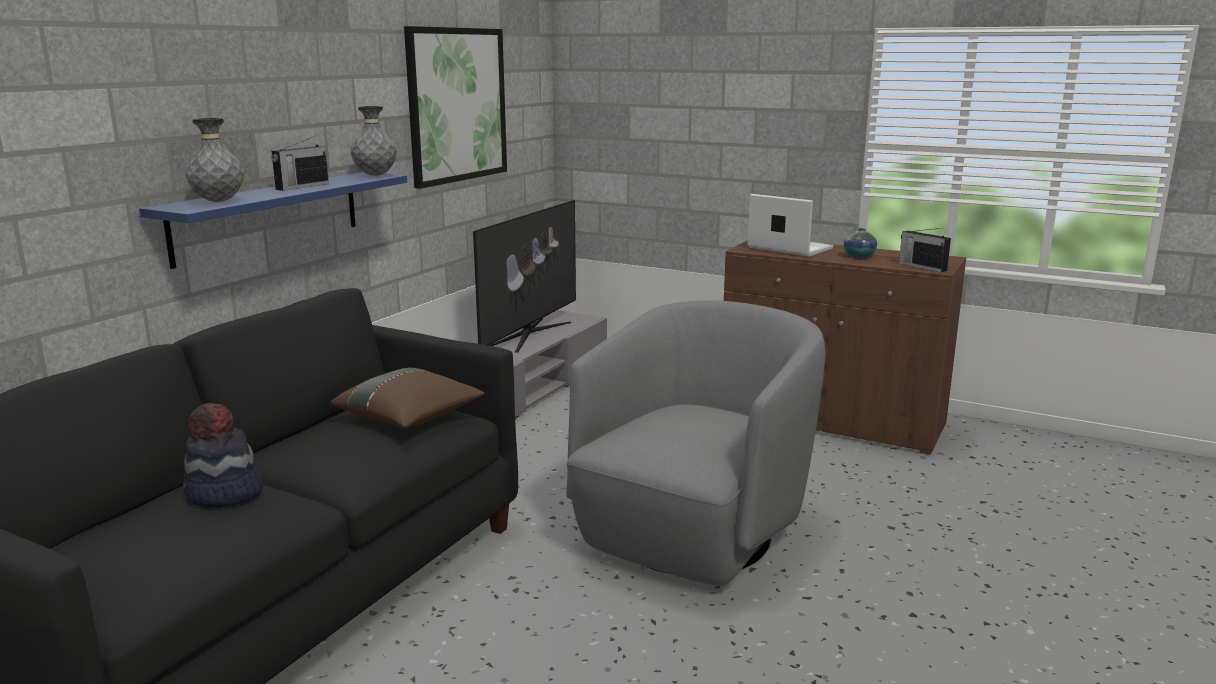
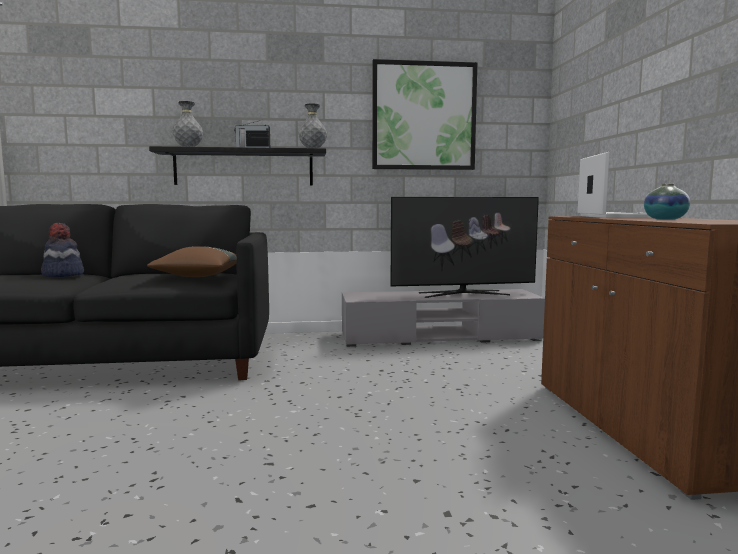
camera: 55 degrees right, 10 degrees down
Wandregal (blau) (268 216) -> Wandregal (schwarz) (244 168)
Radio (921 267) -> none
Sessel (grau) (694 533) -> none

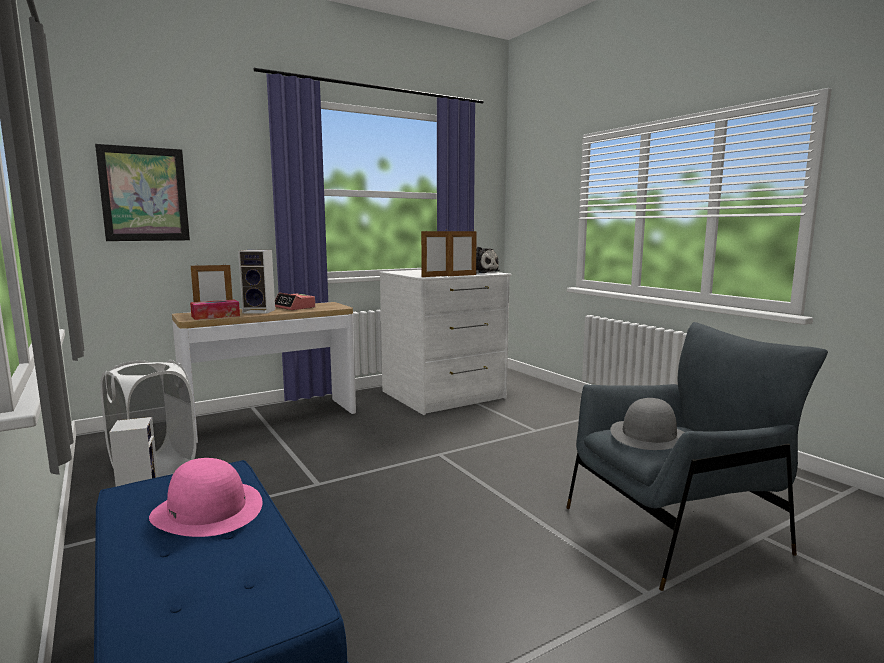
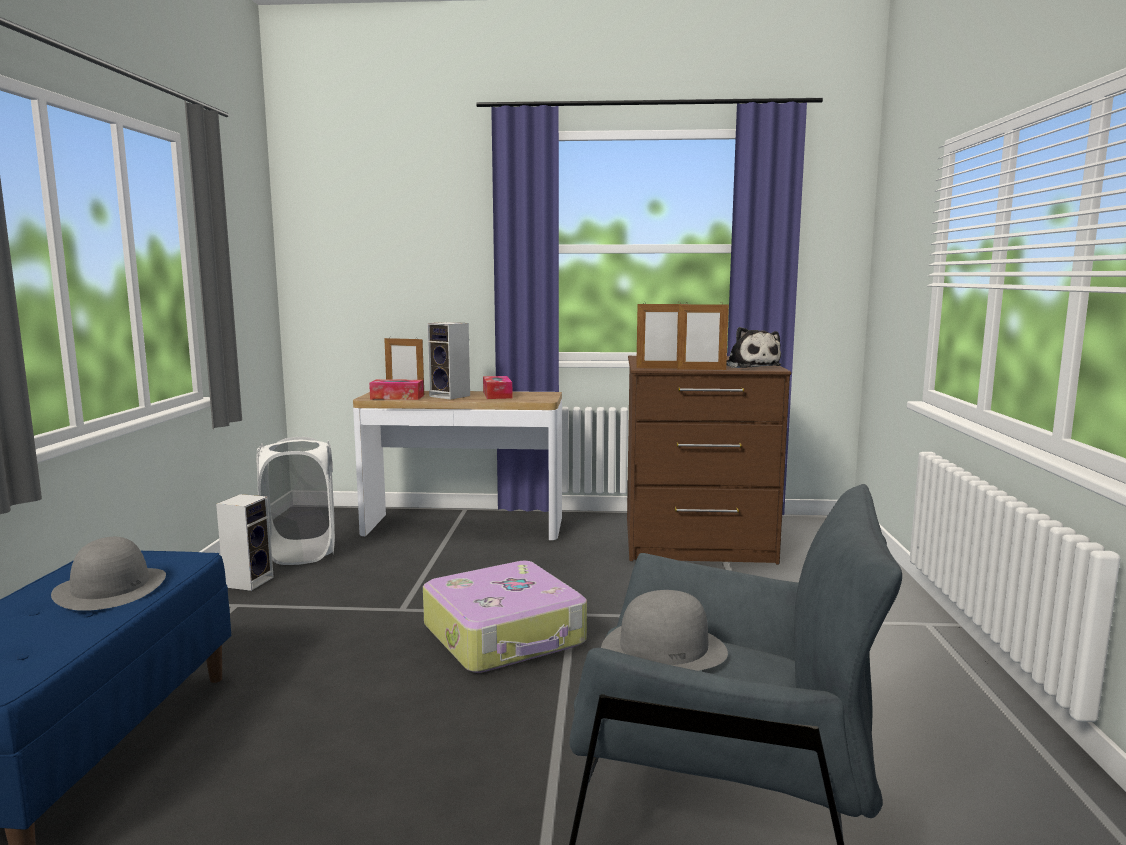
camera: 35 degrees right, 0 degrees up
Bild (144 194) -> none
Kommode (weiß) (444 395) -> Kommode (braun) (697 541)
Wecker (294 307) -> Taschentuchbox (497 395)
Hut (rosa) (208 510) -> Hut (grau) (111 588)
none -> Koffer (505 635)

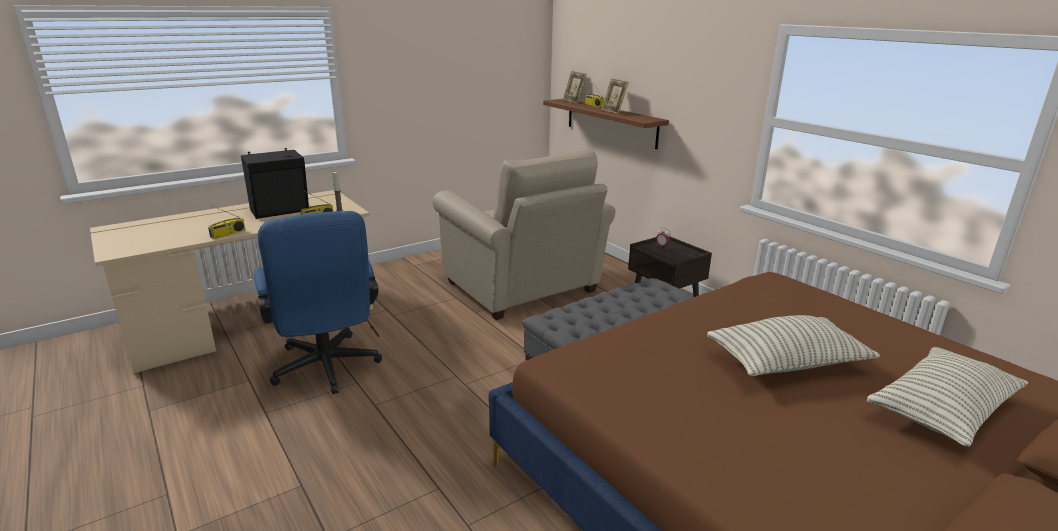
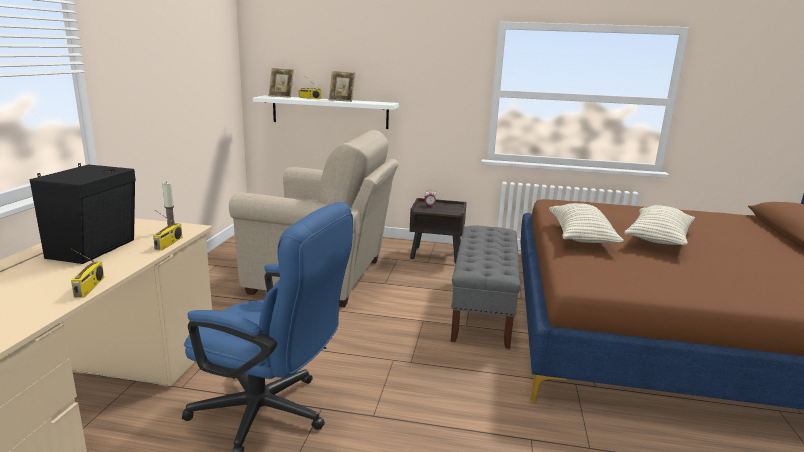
camera: 45 degrees left, 5 degrees down
Wandregal (braun) (611 122) -> Wandregal (weiß) (330 112)
Kissen (942 411) -> Kissen (580 237), moved

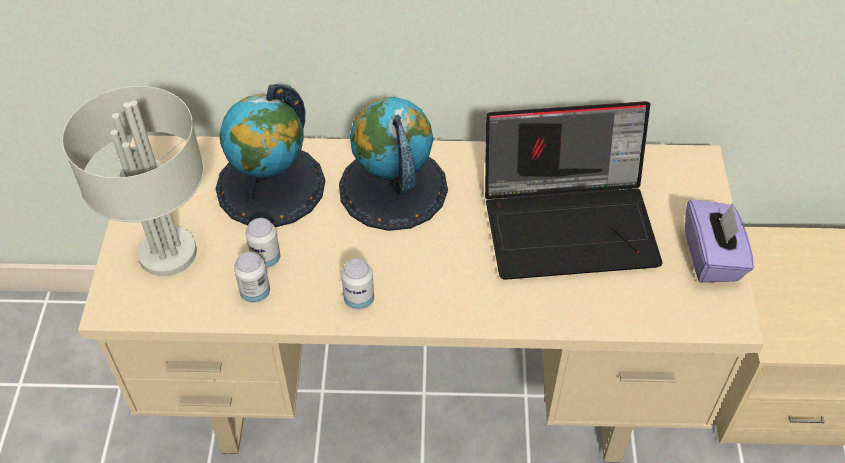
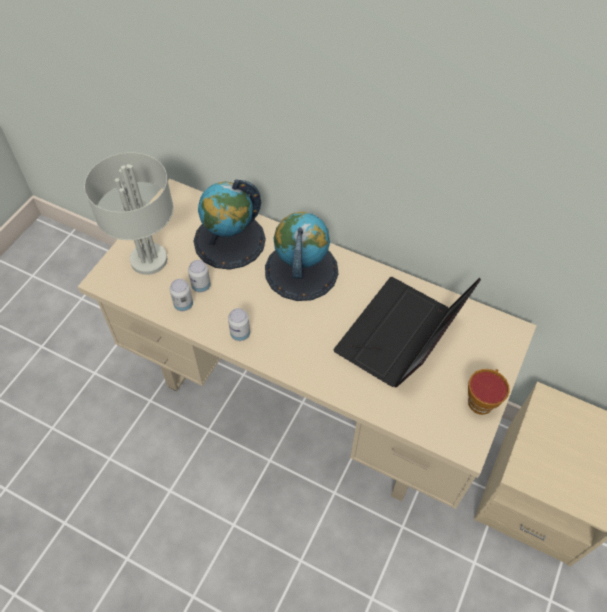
camera: 25 degrees right, 5 degrees up
Laptop (571 222) -> Laptop (400 338), 105 degrees clockwise
Taschentuchbox (lila) (712 257) -> Tasse (481 400)

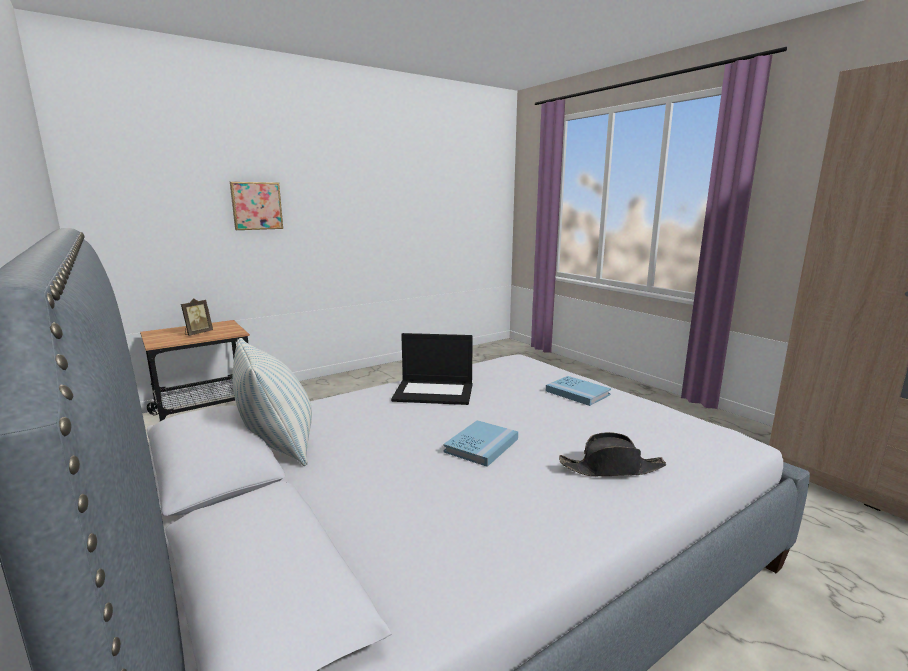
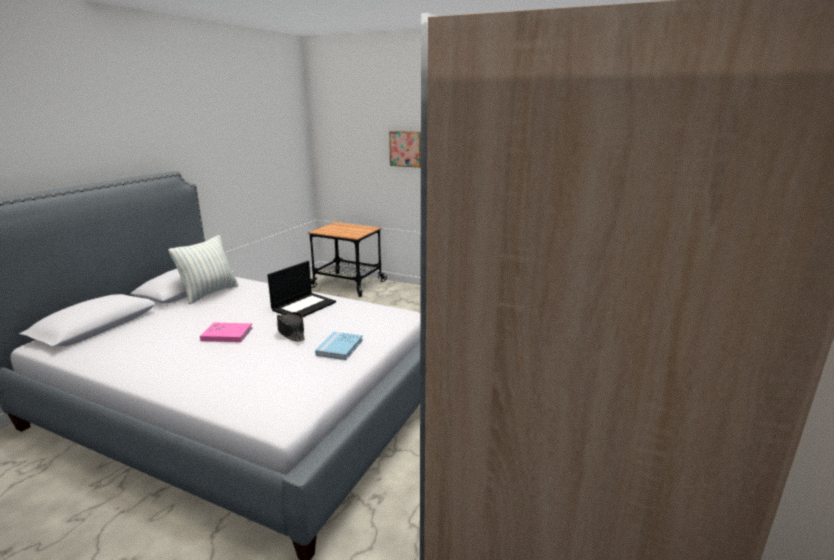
camera: 60 degrees right, 5 degrees up
Bilderrahmen (198 333) -> none
Laptop (434 392) -> Laptop (304 306), 120 degrees counterclockwise
Buch (blau) (481 445) -> Buch (rosa) (227 334)
Hut (schwarz) (612 468) -> Hut (schwarz) (291 332), moved

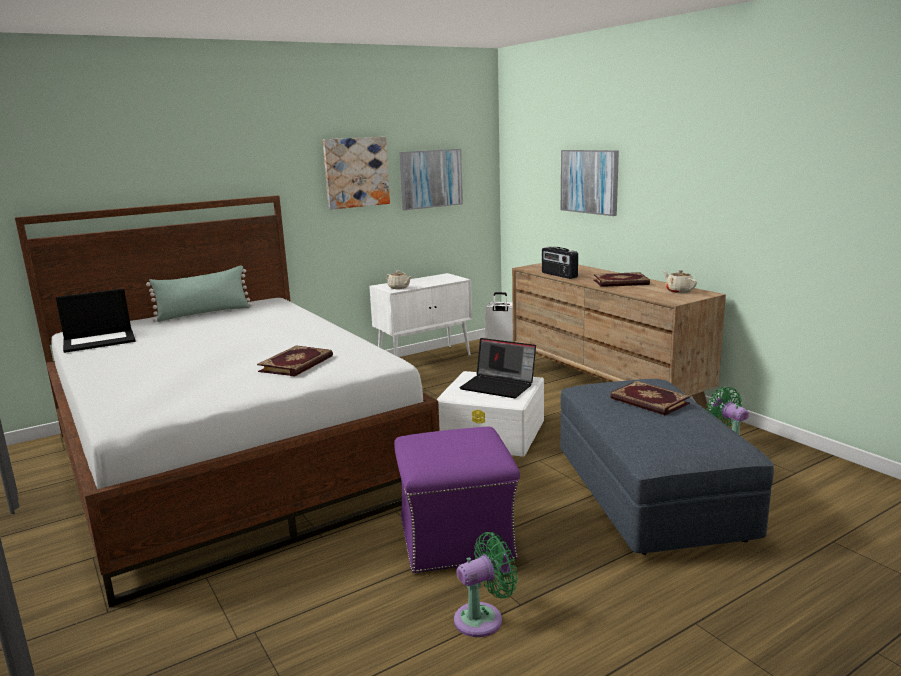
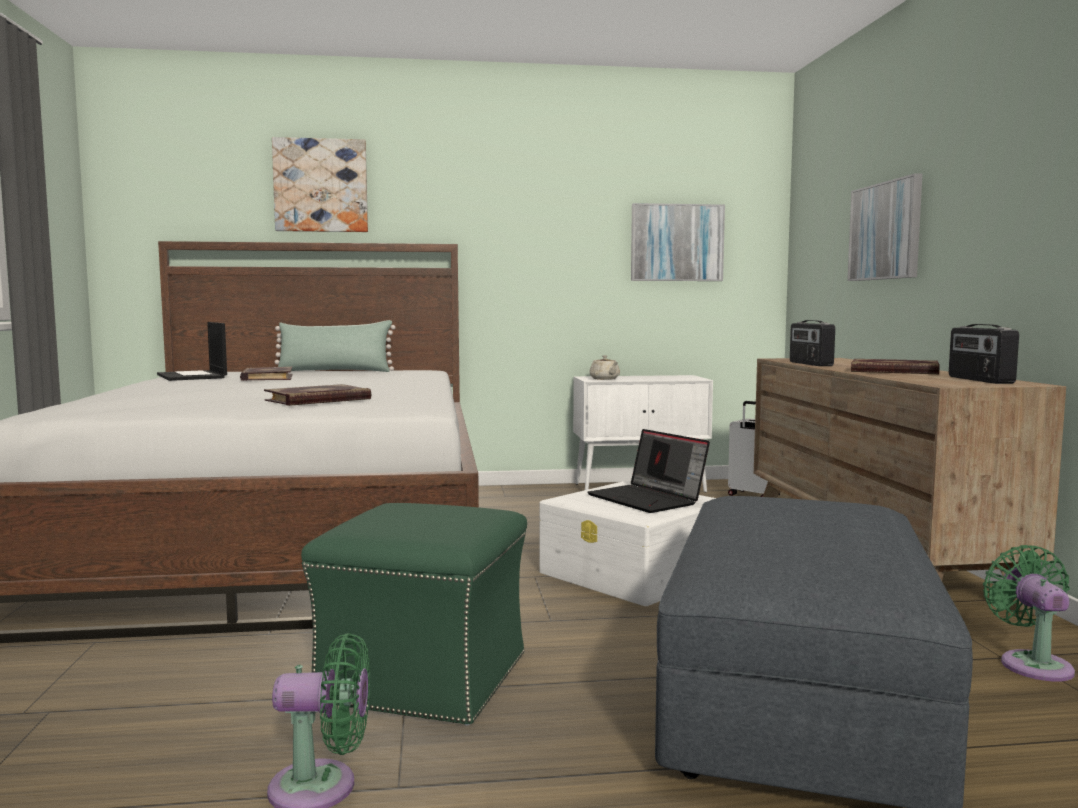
camera: 25 degrees right, 10 degrees down
Bild (356 172) -> Bild (321 185), moved
Teekanne (beige) (678 291) -> Radio (979 380)
Laptop (100 341) -> Laptop (193 376), 60 degrees clockwise
Buch (649 401) -> Buch (266 377), moved
Polsterhocker (lila) (457 538) -> Polsterhocker (grün) (426 678)

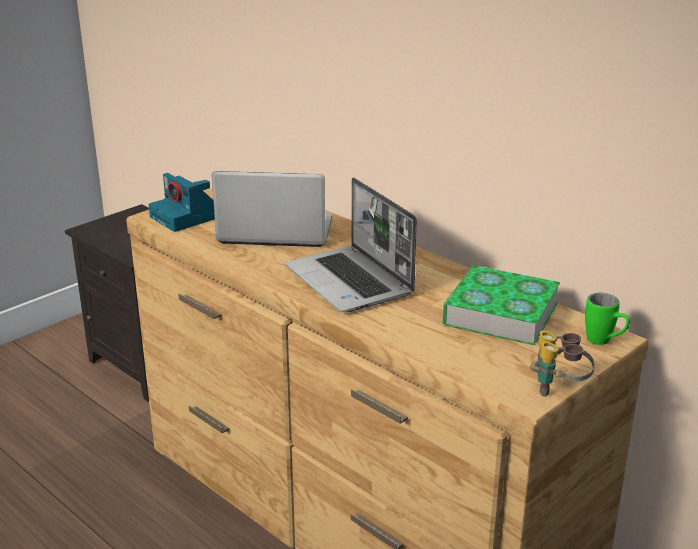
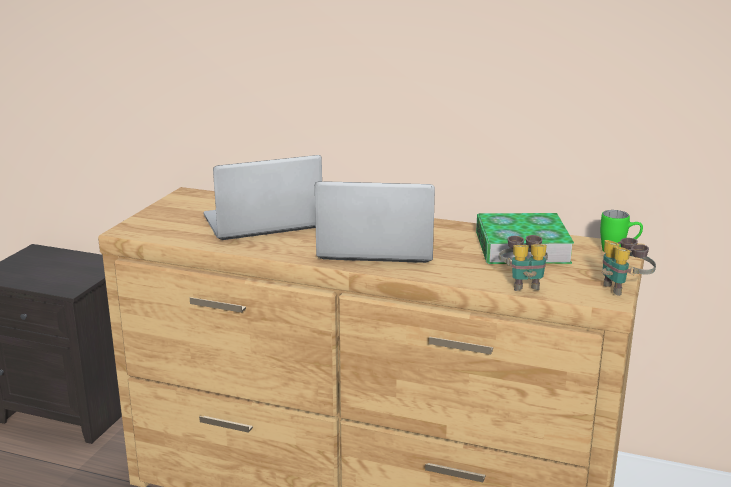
camera: 25 degrees left, 5 degrees down
Kamera (185 218) -> none
Laptop (350 282) -> Laptop (374 248), 150 degrees clockwise
none -> Fernglas (523 284)

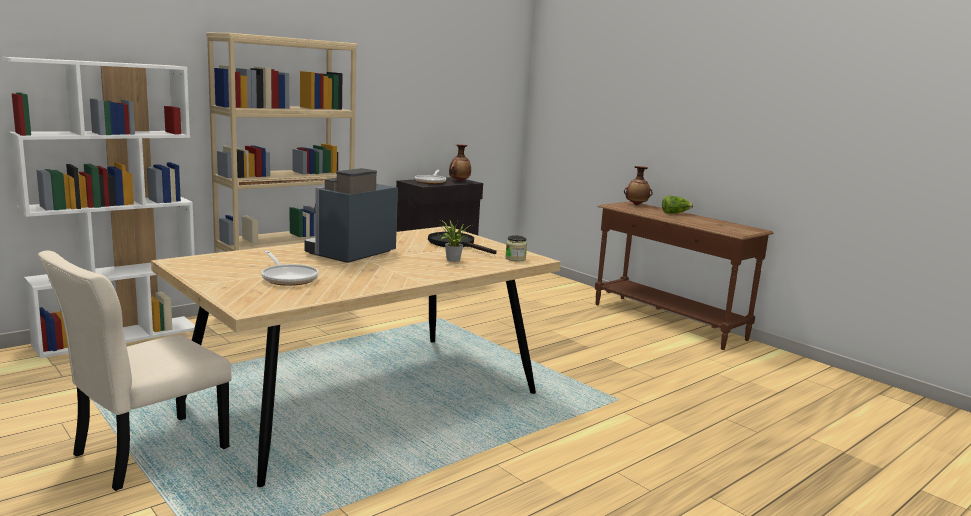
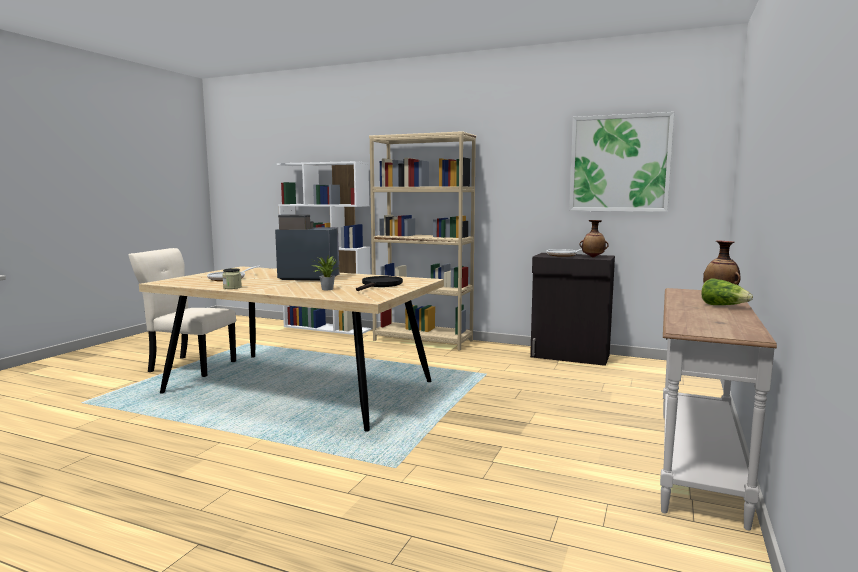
camera: 65 degrees right, 5 degrees down
Konsolentisch (braun) (666 321) -> Konsolentisch (weiß) (695 462)
Vorratsglas (515 259) -> Vorratsglas (232 287), moved
none -> Bild (619 163)

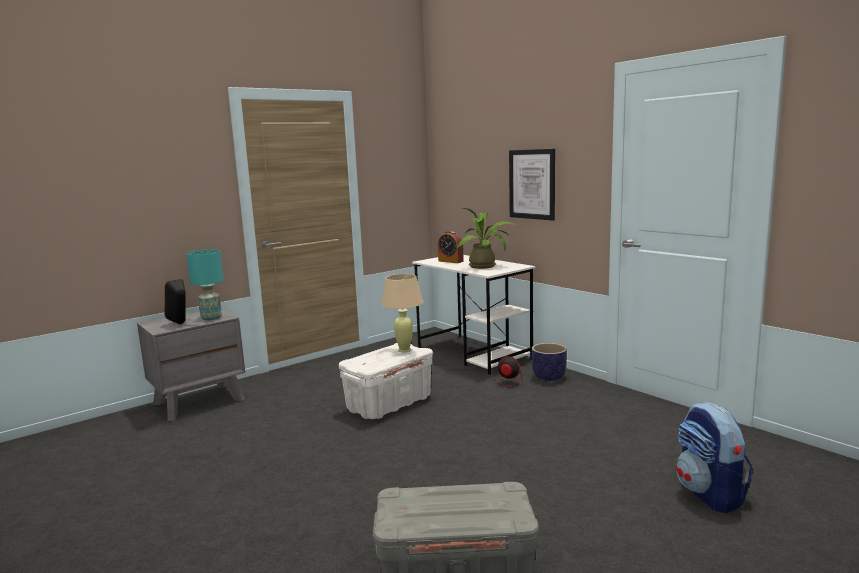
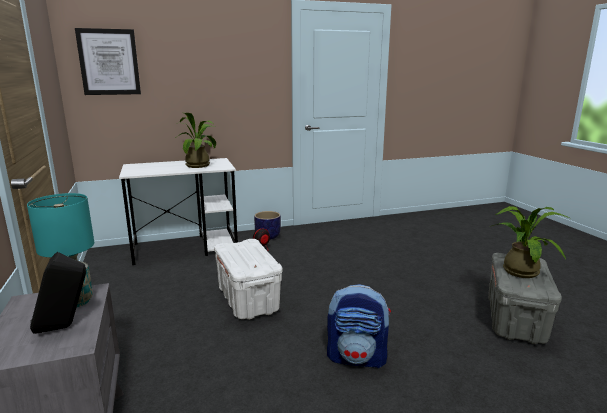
camera: 70 degrees left, 5 degrees up
Bild (532 184) -> Bild (109 62), moved
Wecker (450 261) -> none
Tischlampe (beige) (404 350) -> none
Rucksack (710 494) -> Rucksack (357 358), moved
none -> Topfpflanze (519 269)

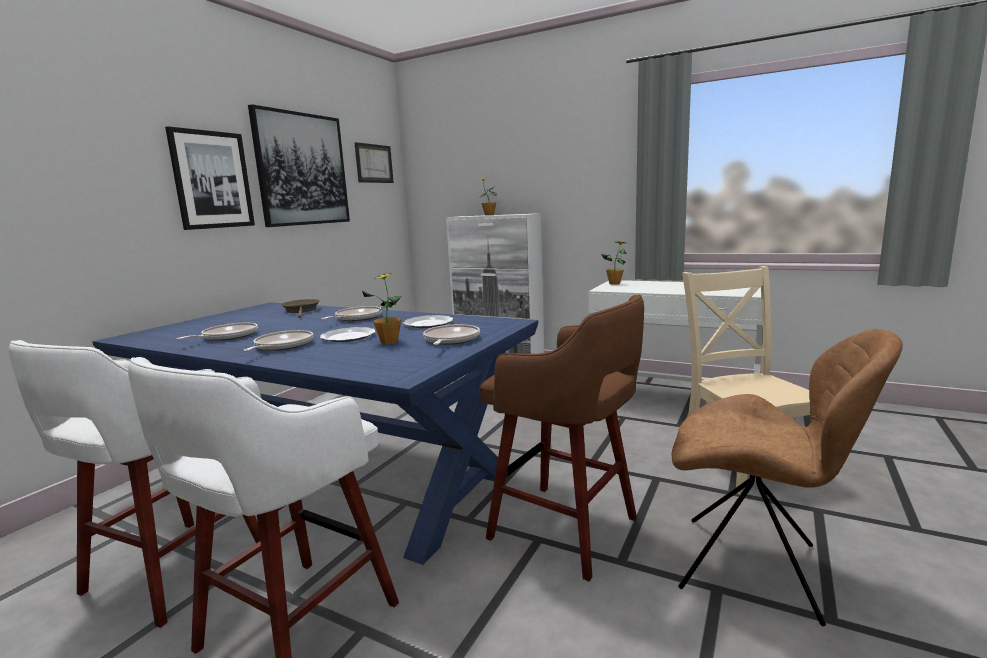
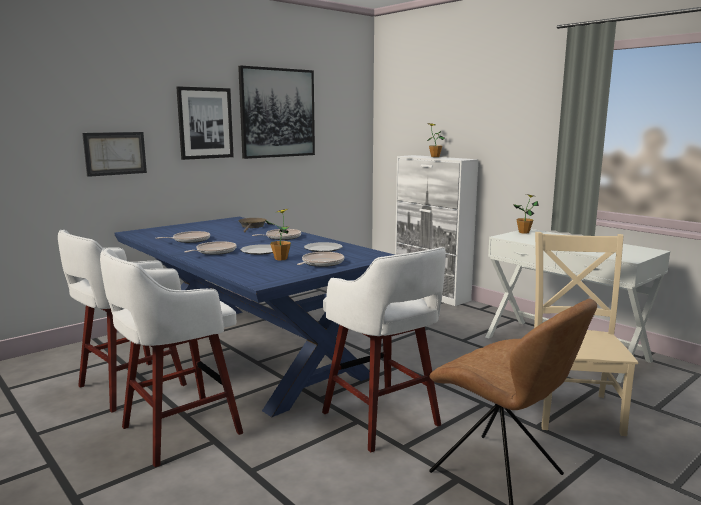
camera: 20 degrees right, 0 degrees up
Bild (374 163) -> Bild (115 153), moved
Hocker (braun) (567 530) -> Hocker (weiß) (382 421)

